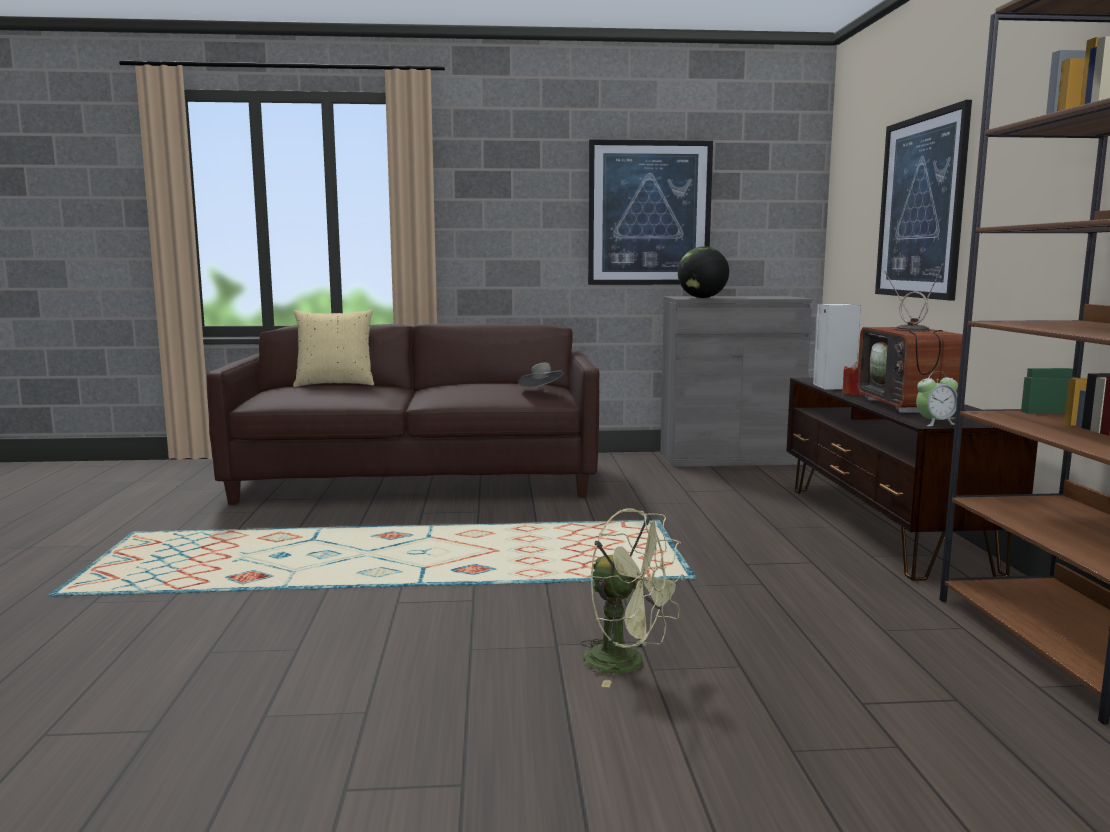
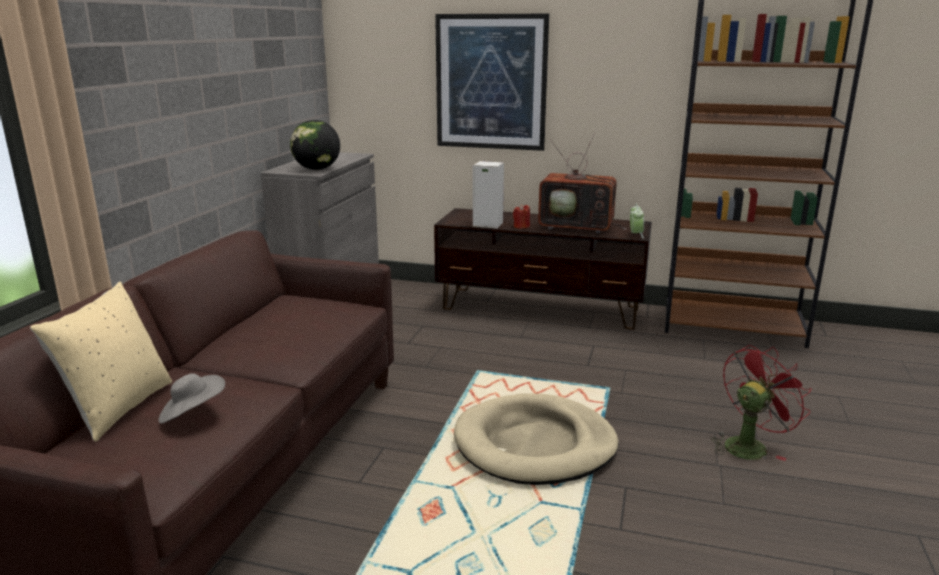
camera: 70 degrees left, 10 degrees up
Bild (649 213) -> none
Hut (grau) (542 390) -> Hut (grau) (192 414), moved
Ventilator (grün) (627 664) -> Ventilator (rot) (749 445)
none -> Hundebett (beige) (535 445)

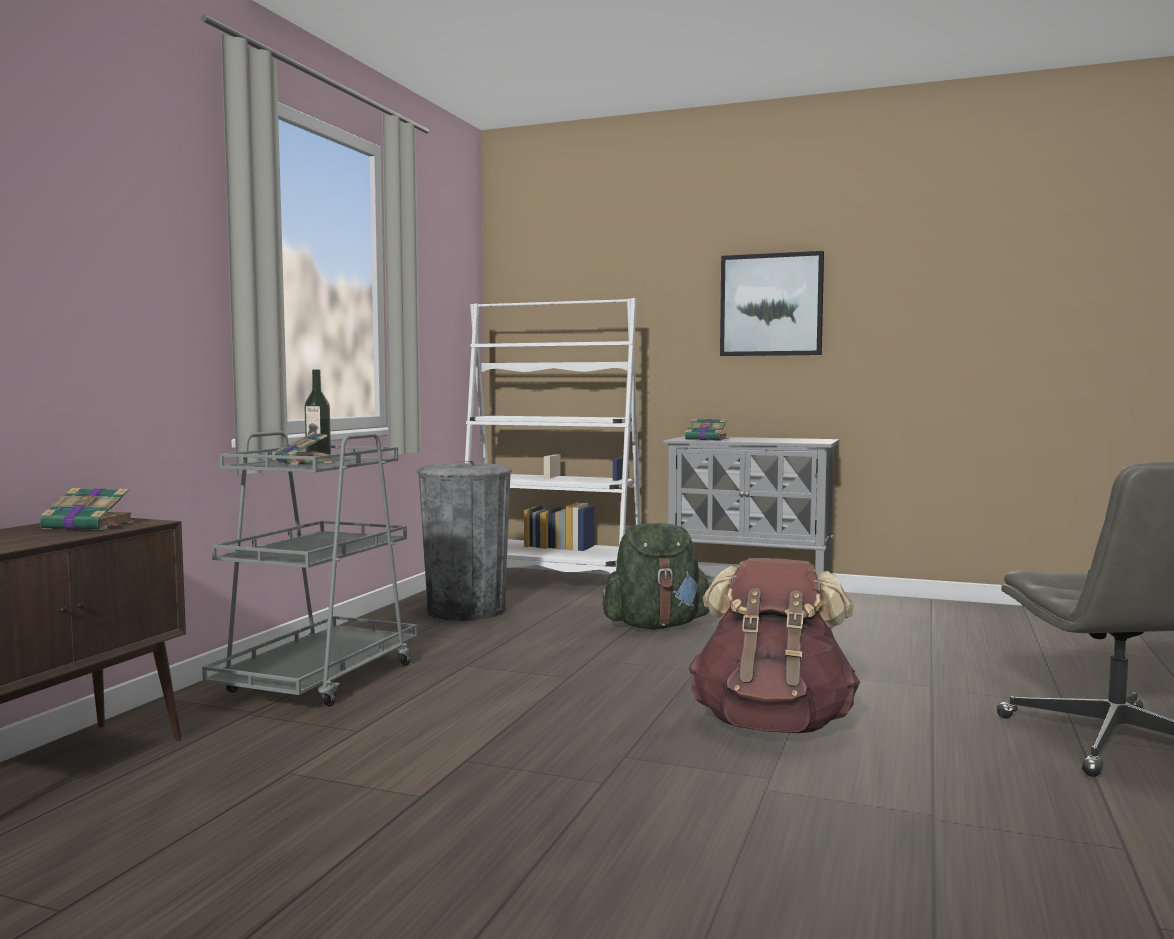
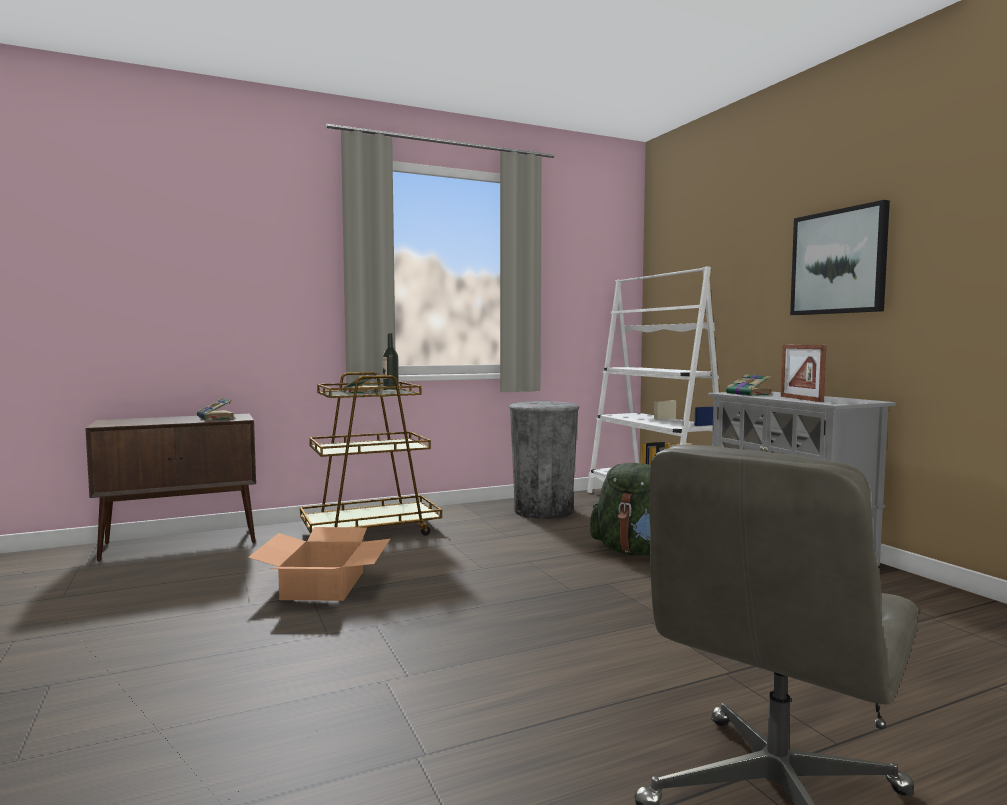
camera: 45 degrees right, 0 degrees up
Rollwagen (grau) (320 679) -> Rollwagen (braun) (371 531)
Rucksack (braun) (772 724) -> none
none -> Bilderrahmen (801 399)
none -> Karton (324 585)

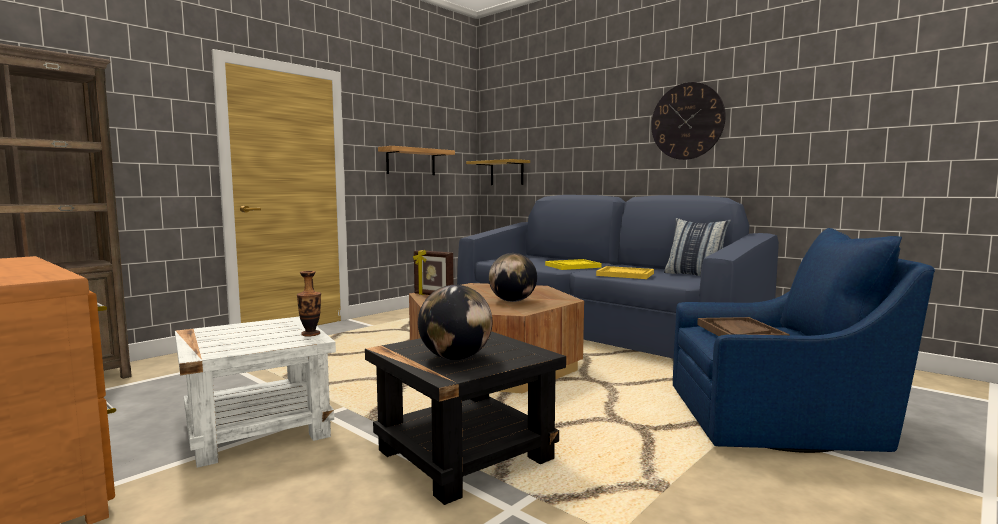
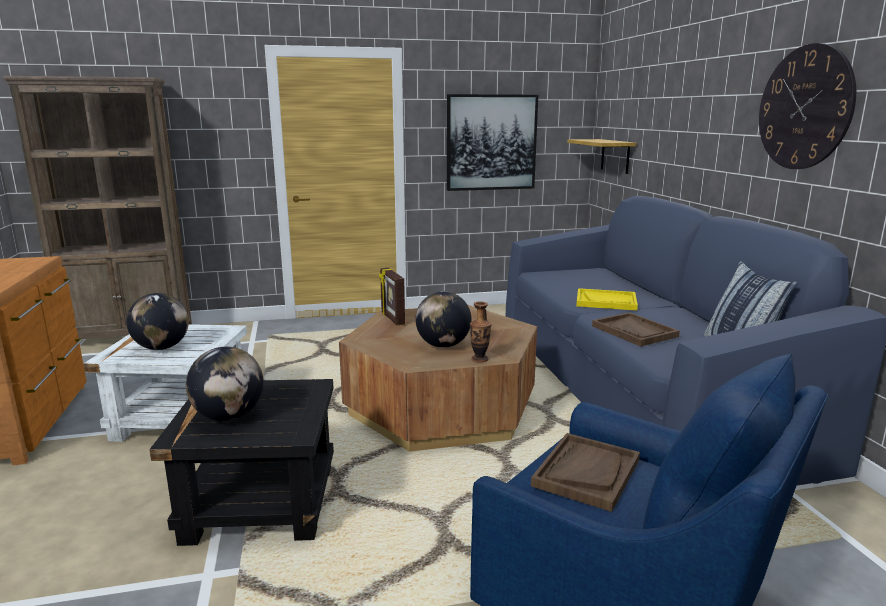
camera: 35 degrees right, 10 degrees up
Wandregal (411 162) -> Bild (491 142)
Tablett (gelb) (625 274) -> Tablett (braun) (634 331)
Vase (310 334) -> Vase (479 359), moved
none -> Globus (162 348)

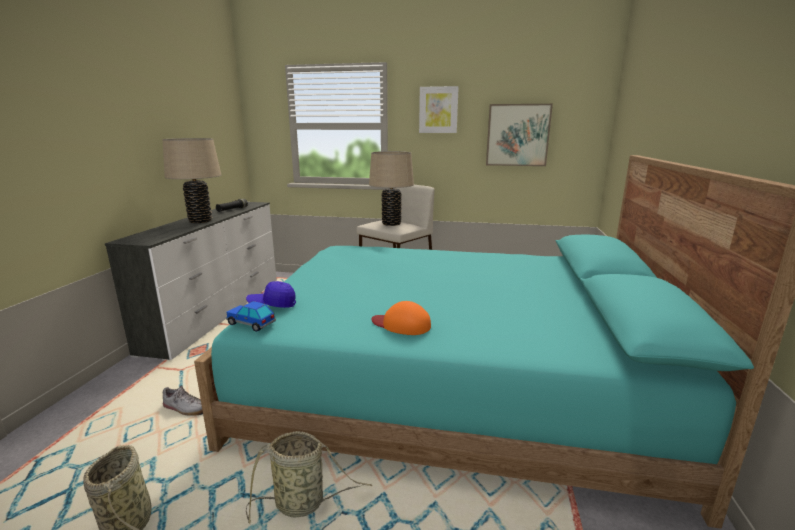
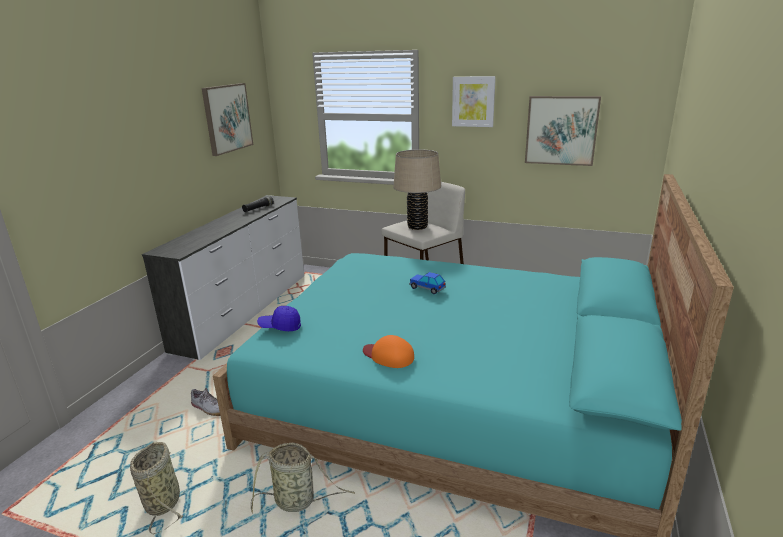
camera: 10 degrees right, 5 degrees up
Tischlampe (beige) (200 221) -> none
Spielzeugauto (251 324) -> Spielzeugauto (427 288), moved
none -> Bild (227 118)

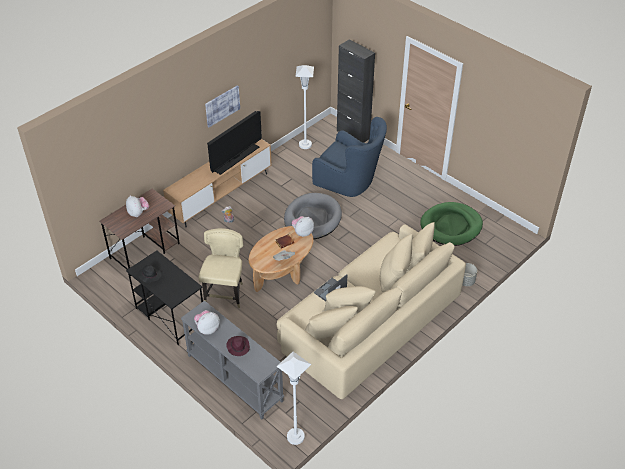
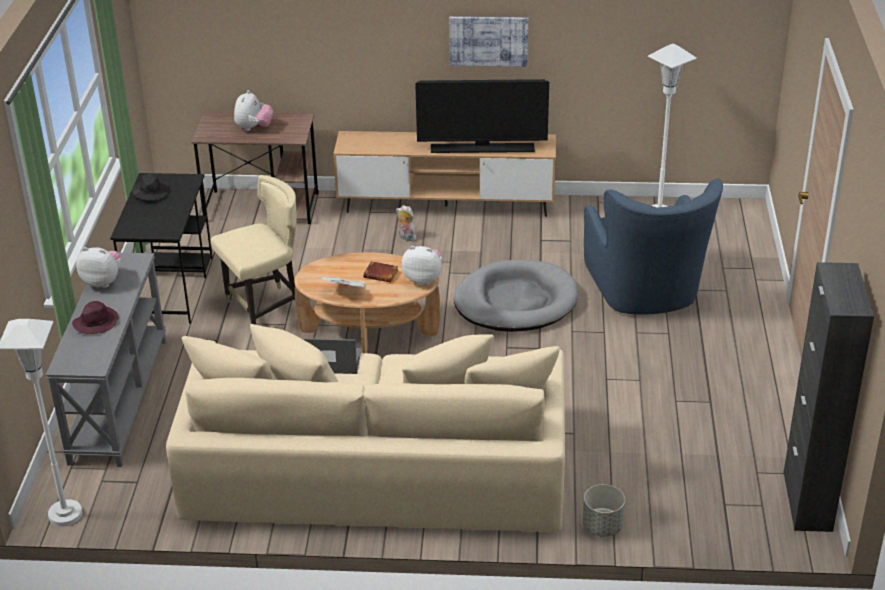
camera: 50 degrees right, 10 degrees down
Schrank (schwarz) (353 134) -> Schrank (schwarz) (807 501), moved
Hundebett (grün) (451 226) -> none

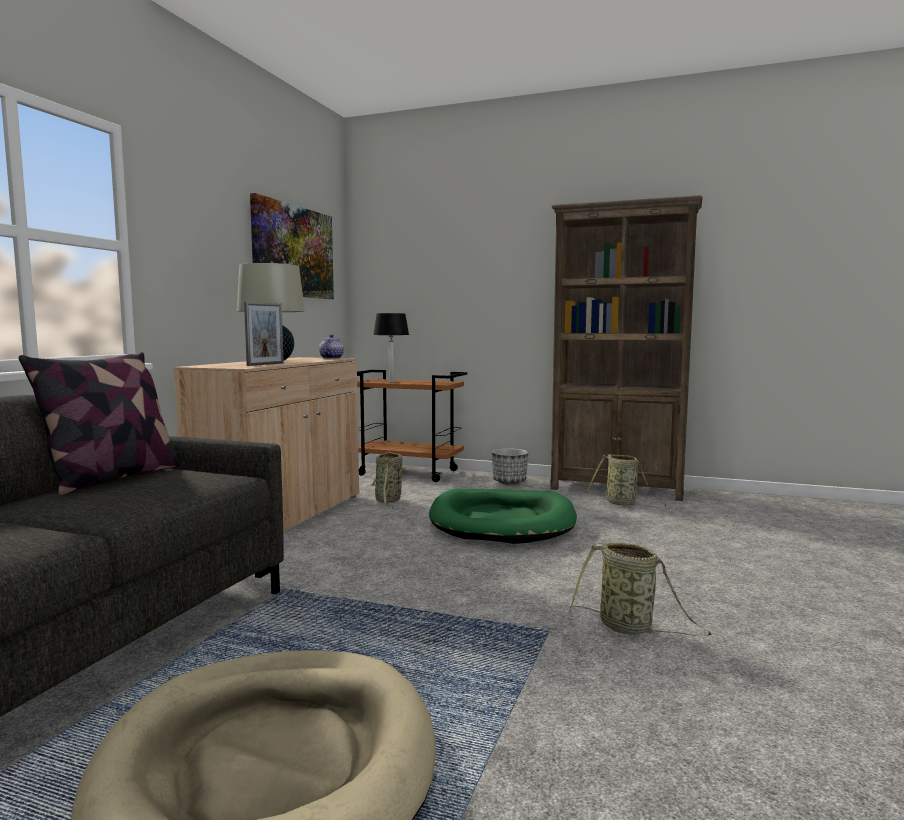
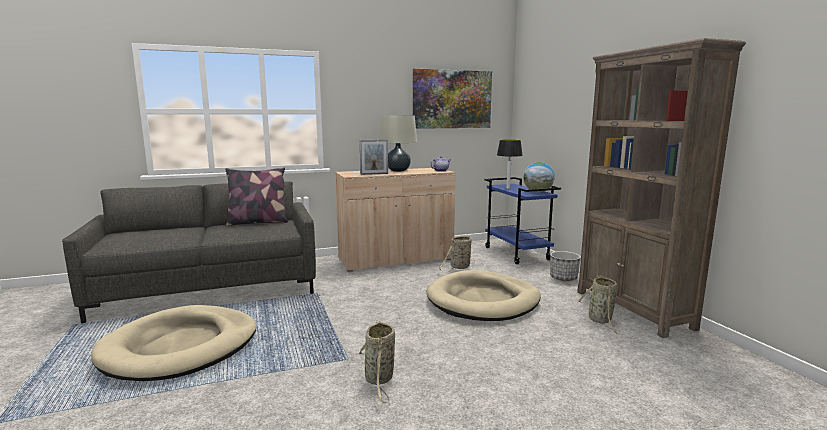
camera: 50 degrees right, 5 degrees up
Rollwagen (braun) (409 473) -> Rollwagen (blau) (517 253)
Hundebett (grün) (502 522) -> Hundebett (beige) (483 300)
none -> Globus (537 192)

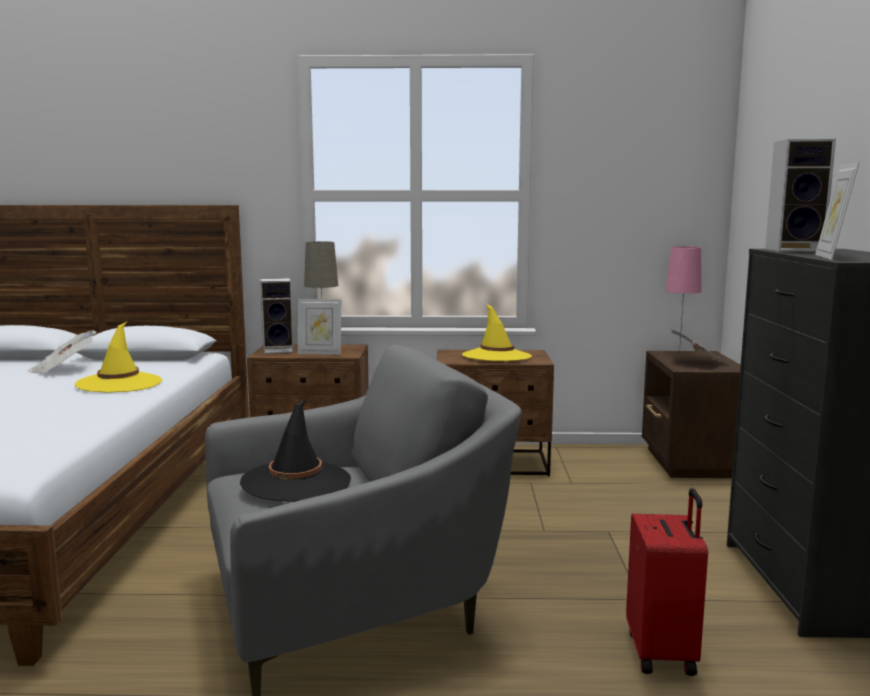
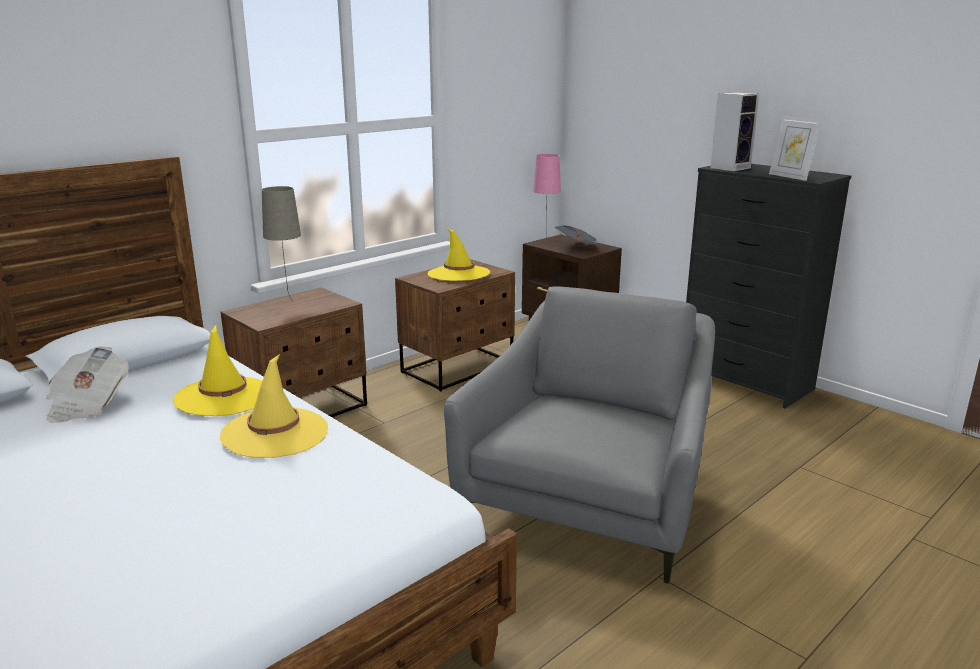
camera: 45 degrees left, 10 degrees up
Lautsprecher (279 350) -> none
Bilderrahmen (320 353) -> none
Hut (schwarz) (296 482) -> none
Koffer (rot) (663 653) -> none
none -> Hut (gelb) (275 433)

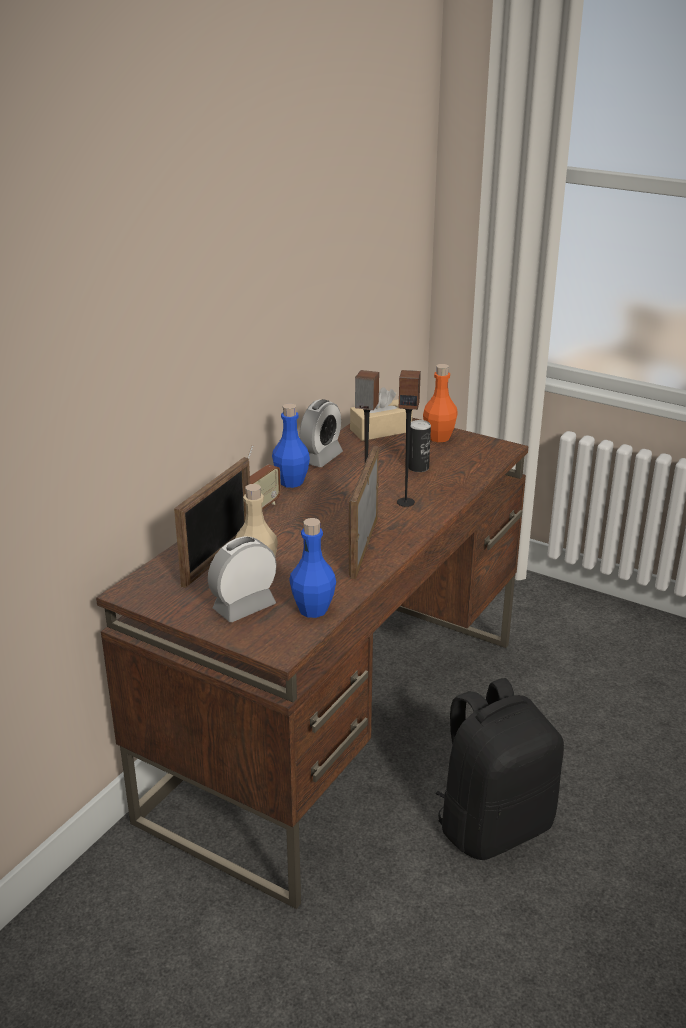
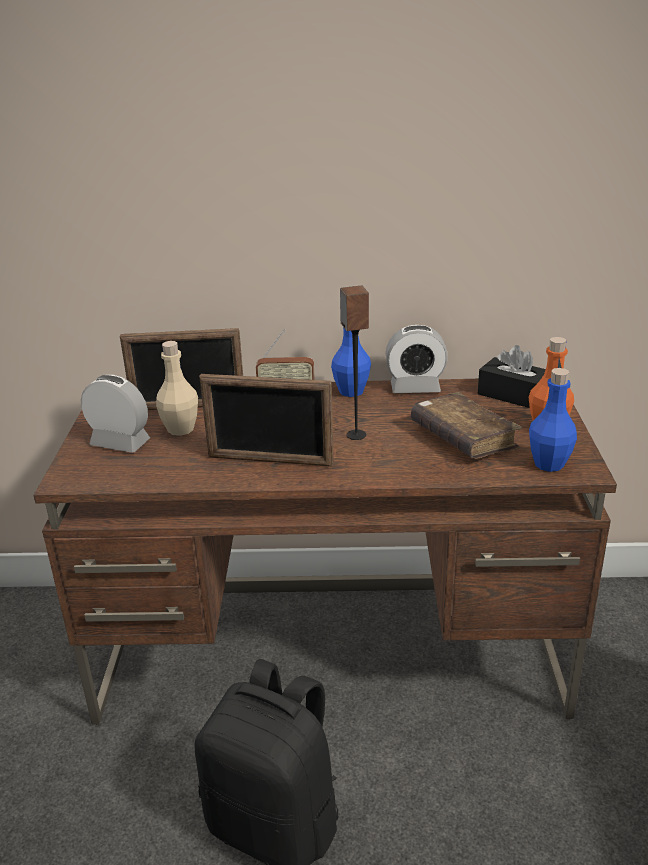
camera: 60 degrees right, 0 degrees up
Lautsprecher (405 502) -> none
Taschentuchbox (beige) (380 430) -> Taschentuchbox (schwarz) (514 395)
Dose (418 468) -> Buch (braun) (463 438)
Bilderrahmen (363 547) -> Bilderrahmen (270 461), 150 degrees counterclockwise
Flasche (blau) (313 609) -> Flasche (blau) (549 464), moved

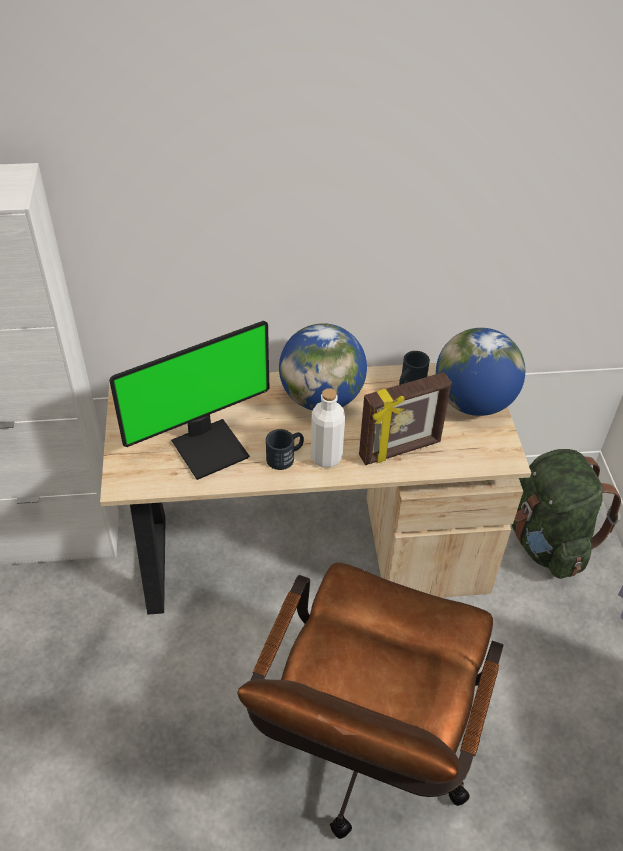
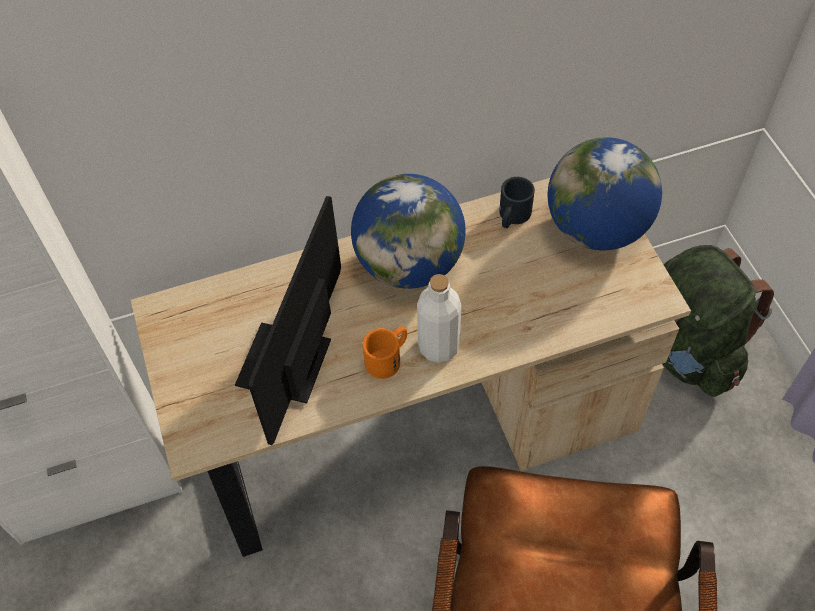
camera: 10 degrees left, 10 degrees up
Monitor (209 447) -> Monitor (288 366), 150 degrees clockwise
Bilderrahmen (400 450) -> none
Henkelbecher (schwarz) (285 456) -> Henkelbecher (orange) (388 357)

